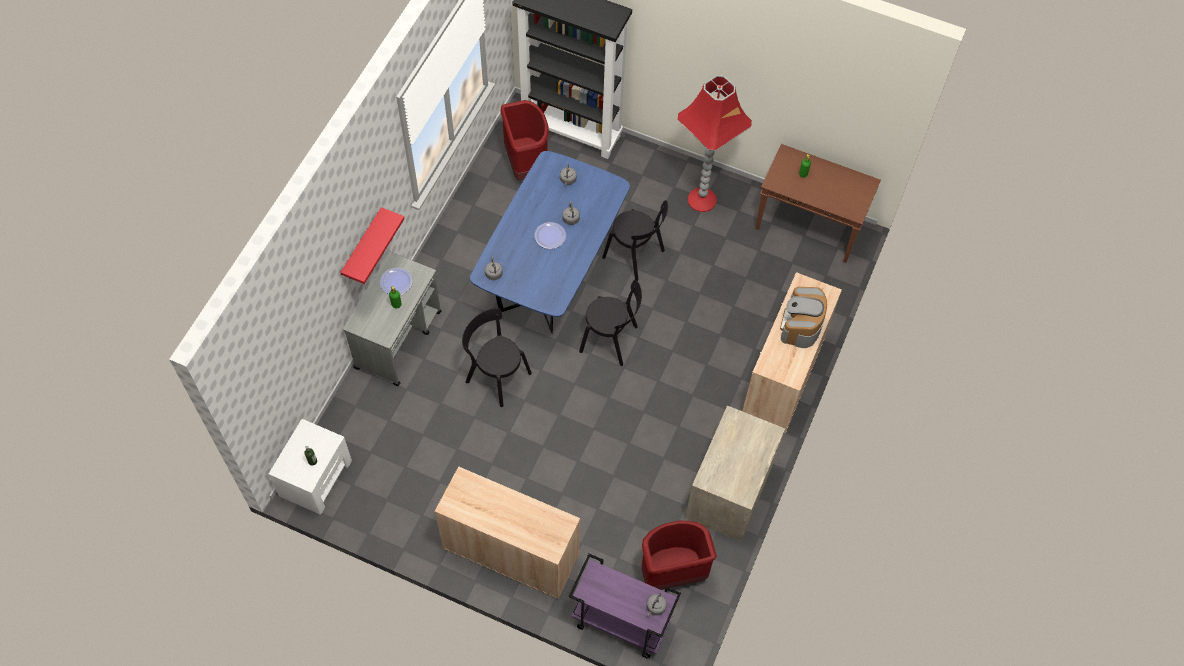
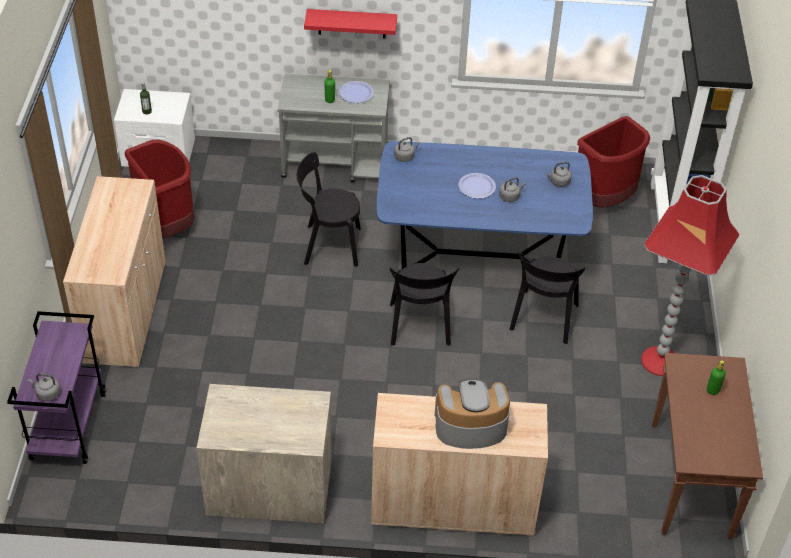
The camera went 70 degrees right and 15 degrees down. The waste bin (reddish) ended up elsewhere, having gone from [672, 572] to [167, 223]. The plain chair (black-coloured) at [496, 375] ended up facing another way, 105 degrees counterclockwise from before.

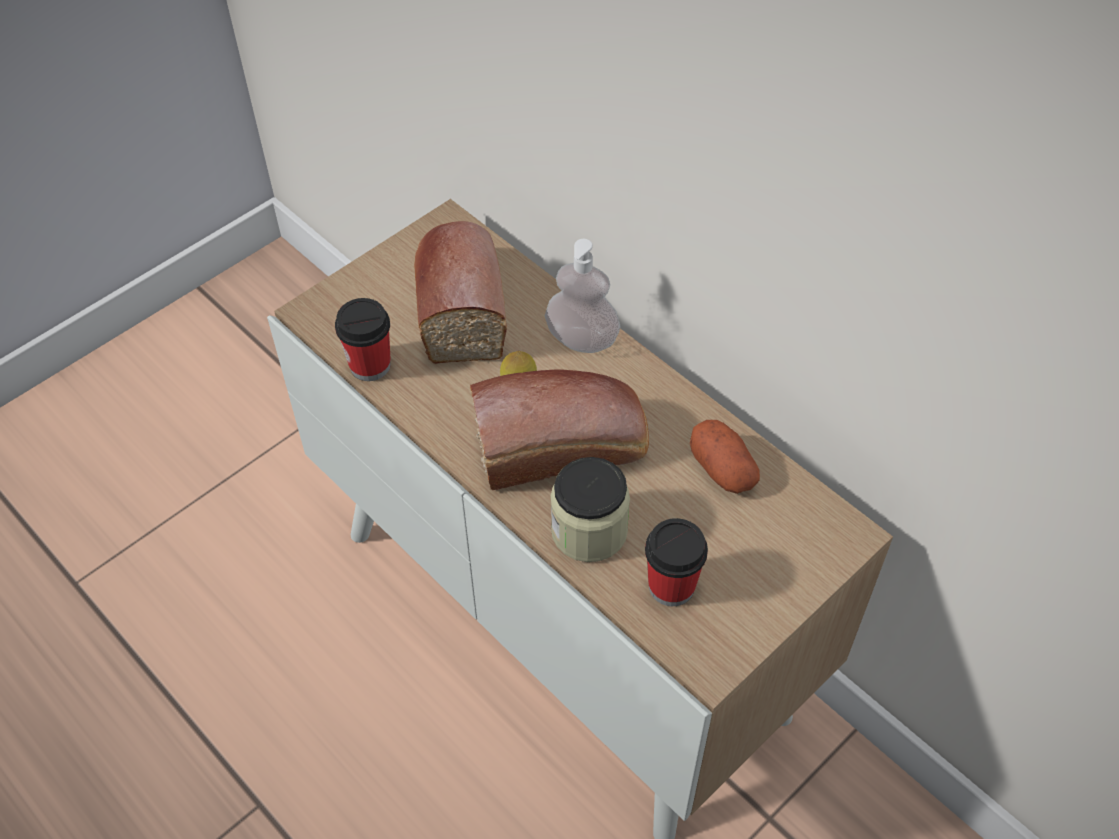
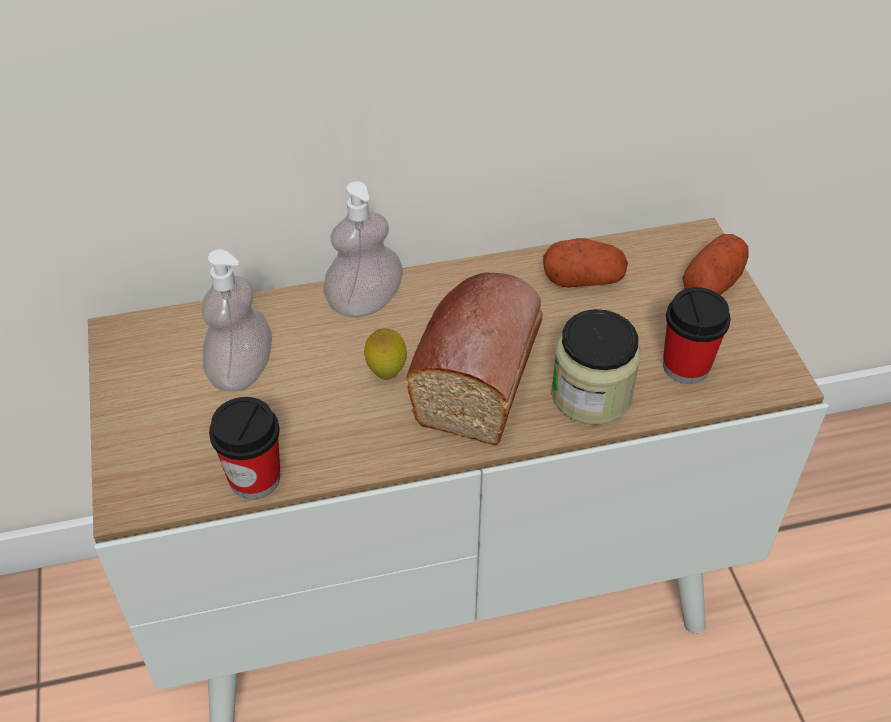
The camera went 60 degrees left and 5 degrees down. The second view gained the potato at [712, 283]. Where the bread stood at [460, 306], the soap bottle came to stand at [242, 371].

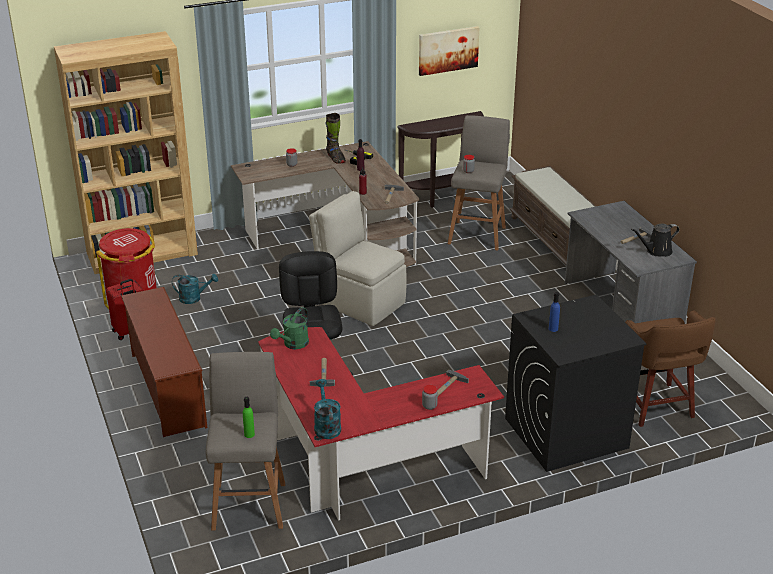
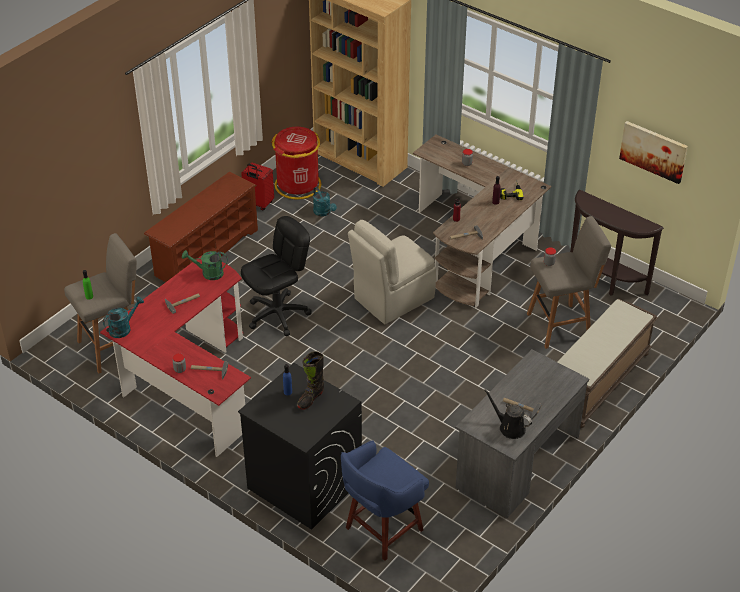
The camera went 60 degrees right and 10 degrees up. The tall boot (black-coloured) ended up elsewhere, having gone from [335, 158] to [310, 398]. What was the stool (brownish) at [656, 406] turned into the stool (blue) at [382, 530]. The plain chair (sand-coloured) at [360, 302] ended up facing another way, 135 degrees counterclockwise from before.

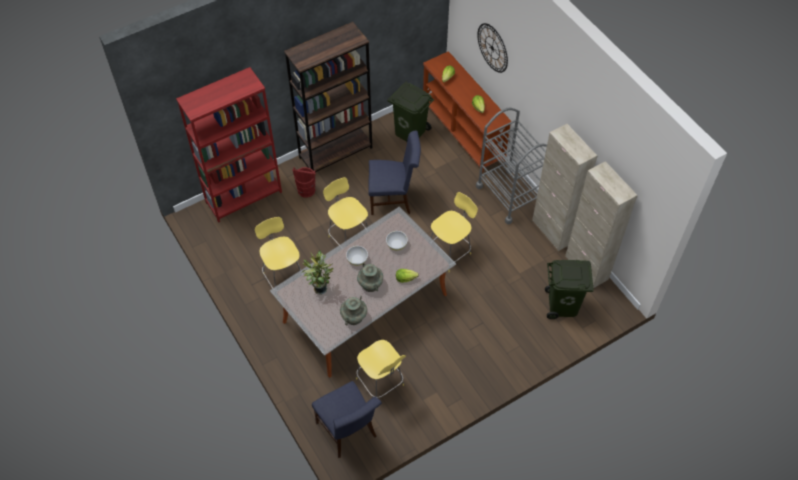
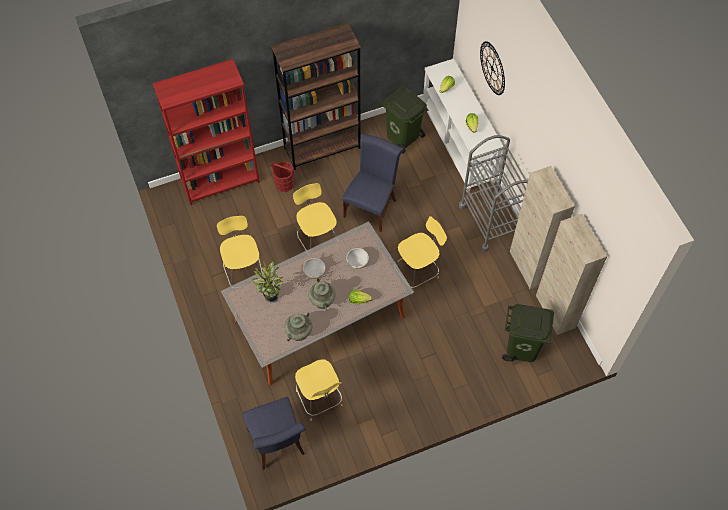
The camera went 10 degrees right and 5 degrees up. What was the hall table (brownish) at [463, 132] turned into the hall table (white) at [458, 144]. The plain chair (blue) at [394, 198] ended up facing another way, 75 degrees counterclockwise from before.

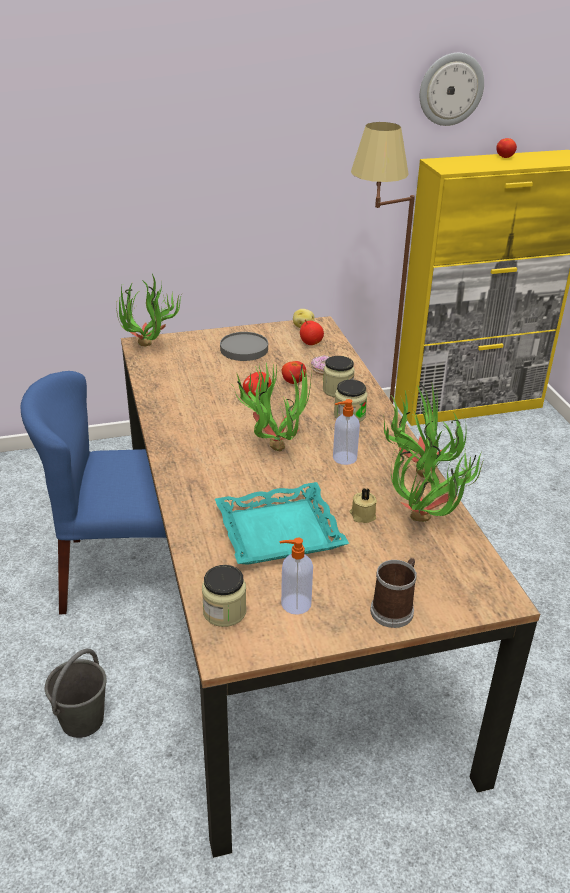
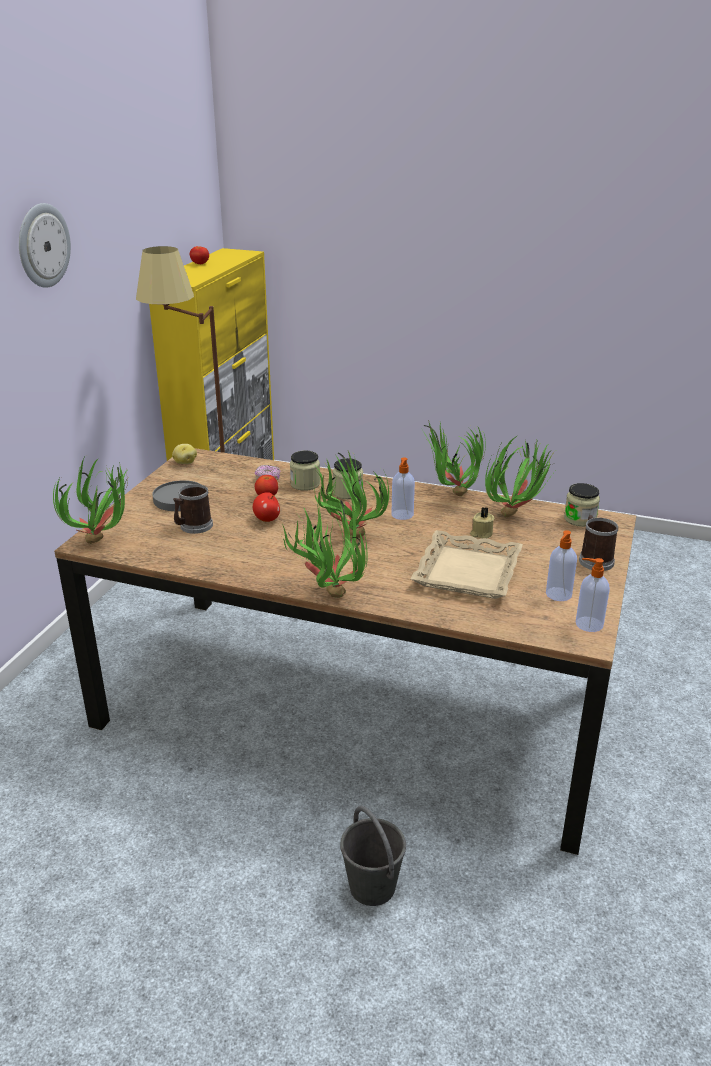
The camera went 55 degrees left and 5 degrees down. The second view lost the plain chair (blue) at [130, 572]. The second view lost the apple at [311, 343]. The second view gained the mug at [193, 527]. The second view gained the potted plant at [328, 592]. The second view gained the soap bottle at [588, 624]. The jar ended up elsewhere, having gone from [224, 611] to [580, 519]. The clock on the wall ended up elsewhere, having gone from [450, 89] to [42, 245]. What was the tray (turquoise) at [279, 531] turned into the tray (sand-coloured) at [466, 572].

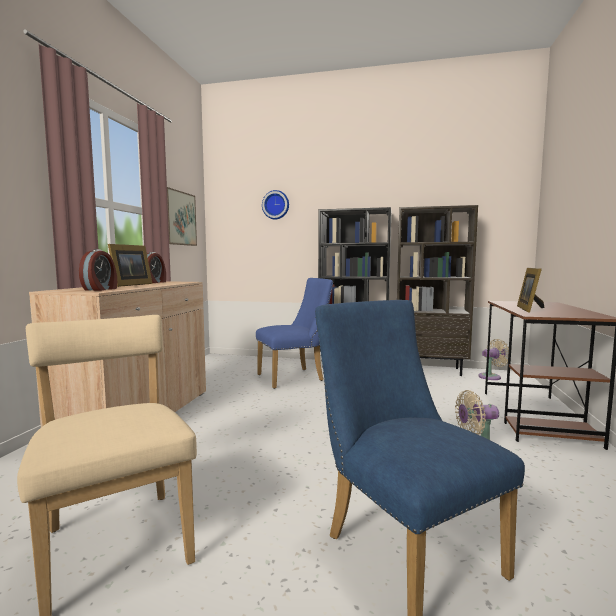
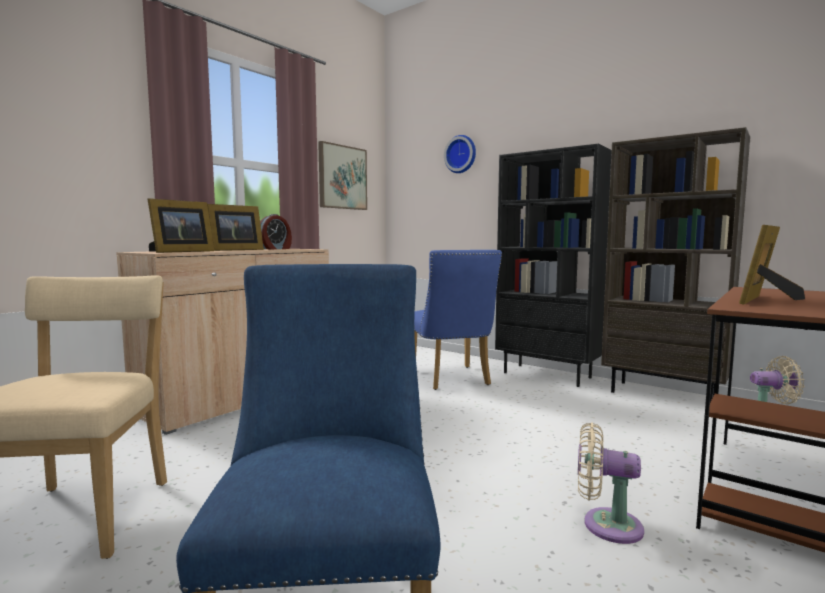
The camera went 25 degrees right and 0 degrees up. Where the alarm clock stood at [101, 289], the picture frame came to stand at [180, 251]. The plain chair (blue) at [295, 377] ended up facing another way, 75 degrees clockwise from before.

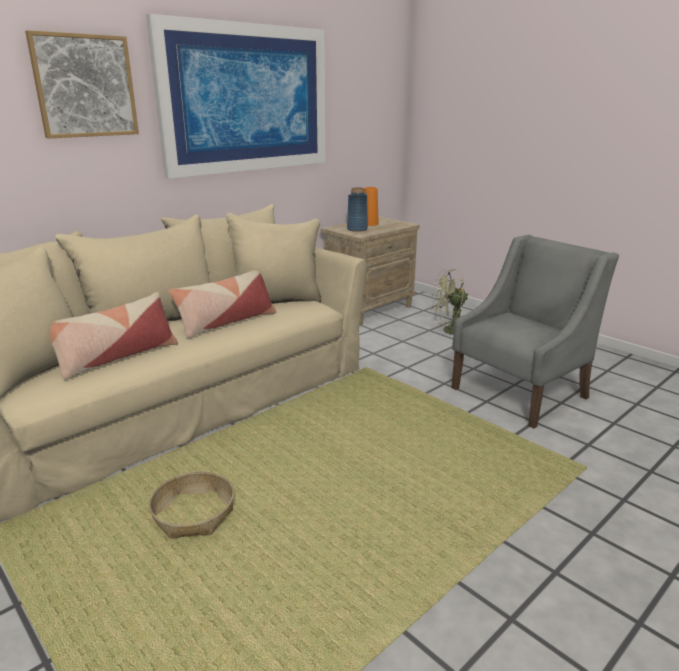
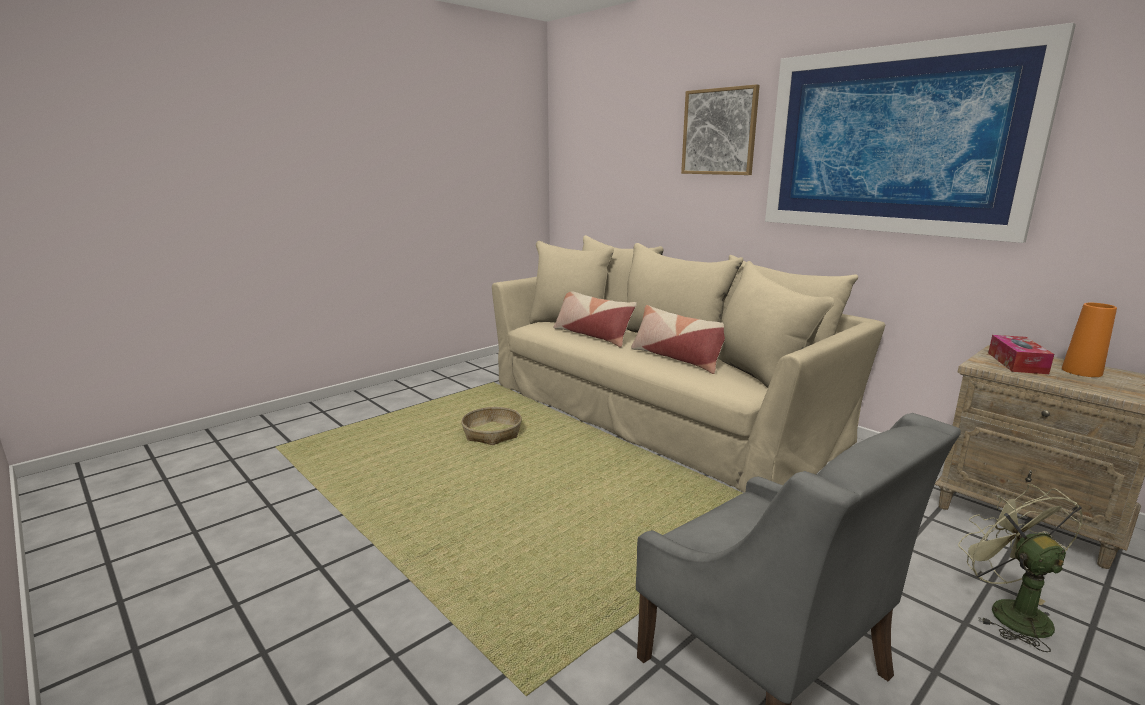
The camera went 90 degrees right and 5 degrees down. Where the vase (blue) stood at [357, 229], the box of tissues came to stand at [1017, 363].

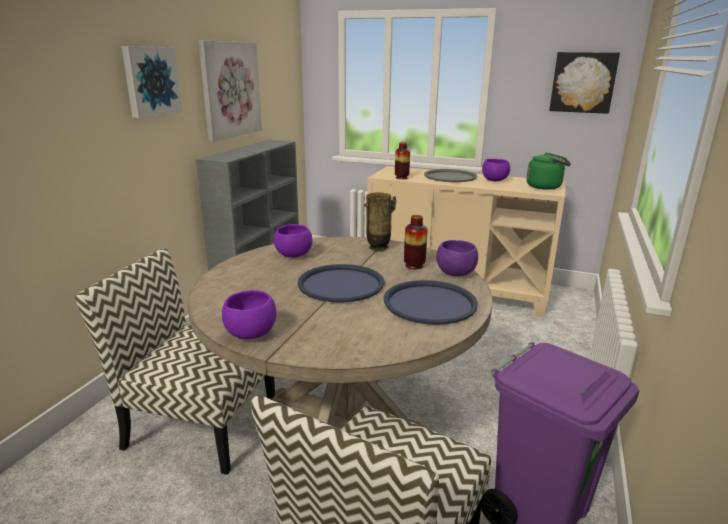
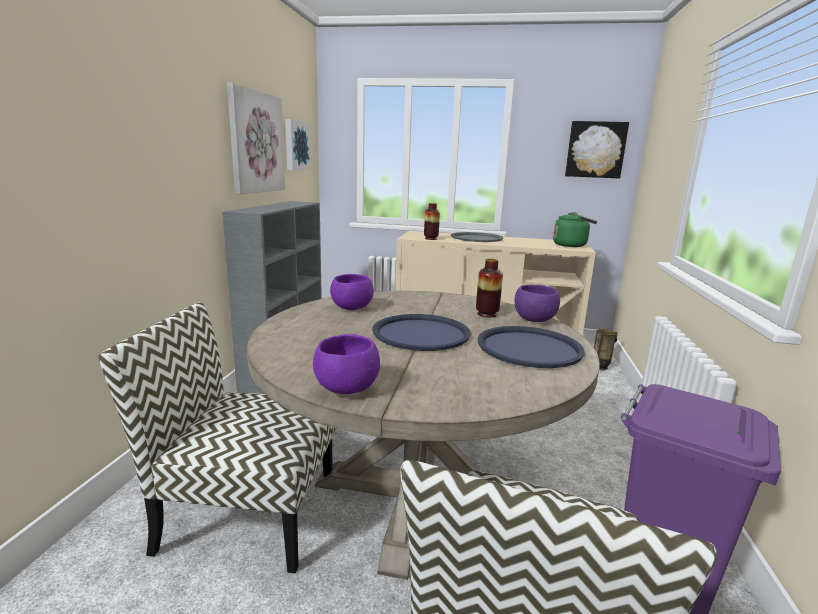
The camera went 10 degrees left and 5 degrees down. The second view lost the serving bowl (purple-coloured) at [494, 180]. The picture ended up elsewhere, having gone from [150, 81] to [296, 145]. The vase ended up elsewhere, having gone from [378, 248] to [600, 367].

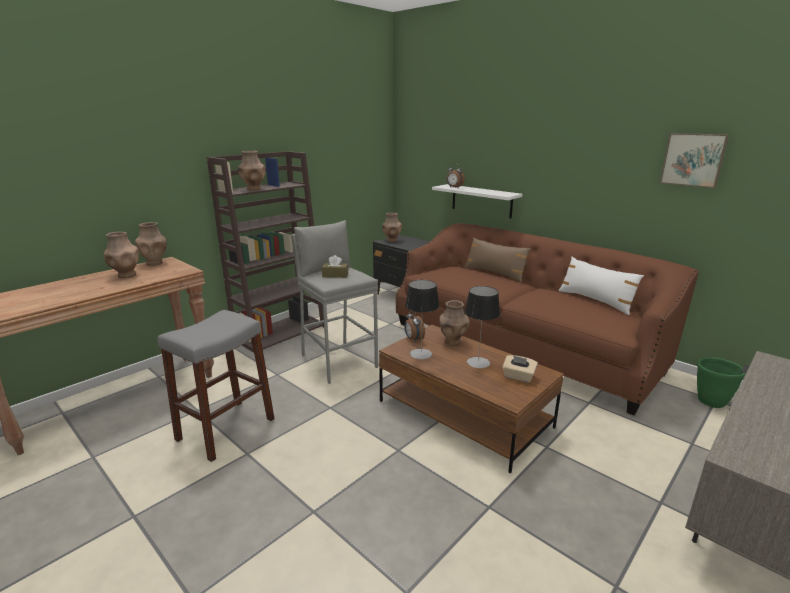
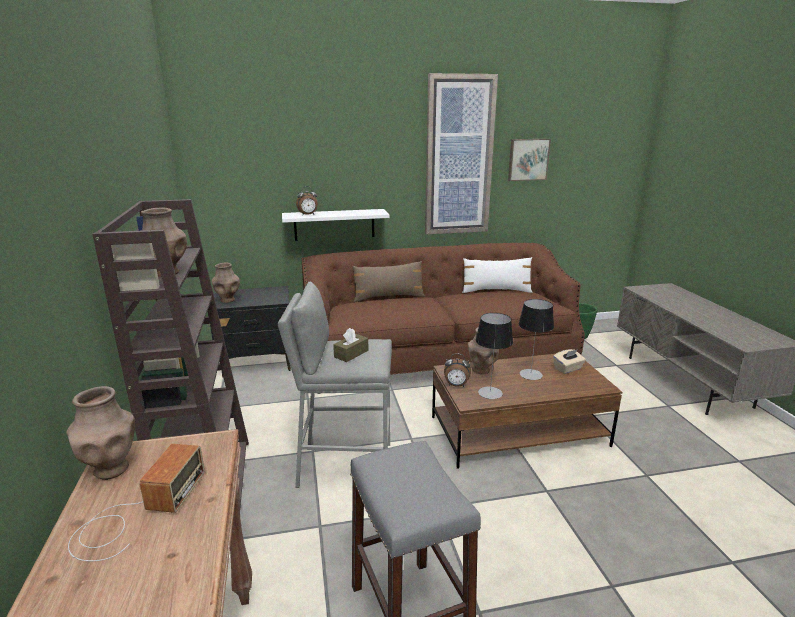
The camera went 55 degrees left and 0 degrees up. The second view gained the picture at [459, 157]. Where the vase (brownish) stood at [126, 275], the radio set came to stand at [137, 513].

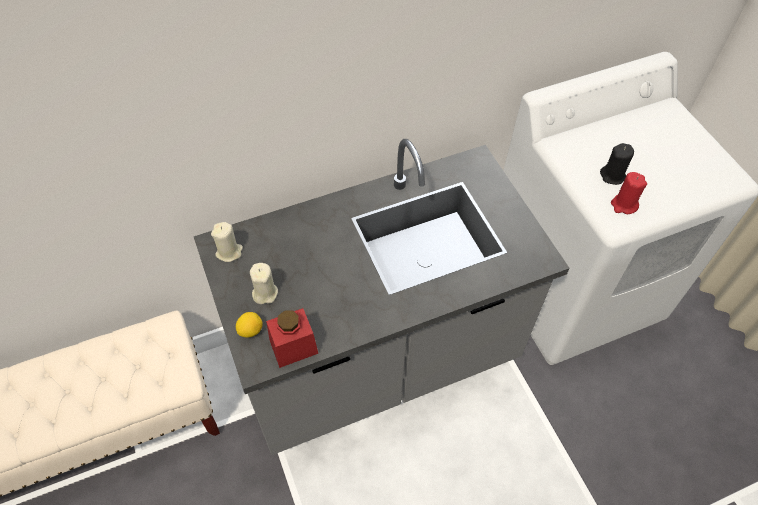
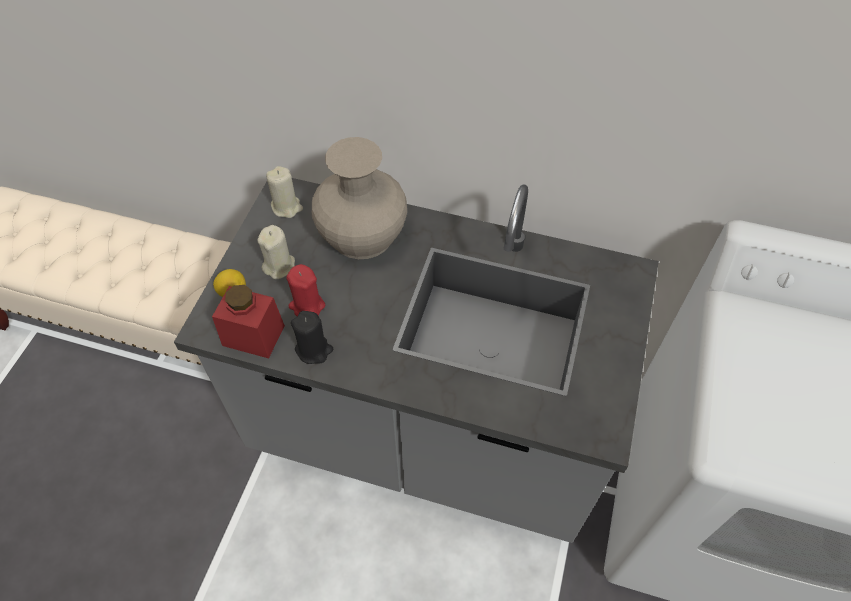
The camera went 40 degrees right and 0 degrees up. The second view gained the vase (sand-coloured) at [362, 234]. The wax candle (black-coloured) ended up elsewhere, having gone from [613, 176] to [314, 350]. The wax candle (reddish) ended up elsewhere, having gone from [623, 205] to [307, 306].

